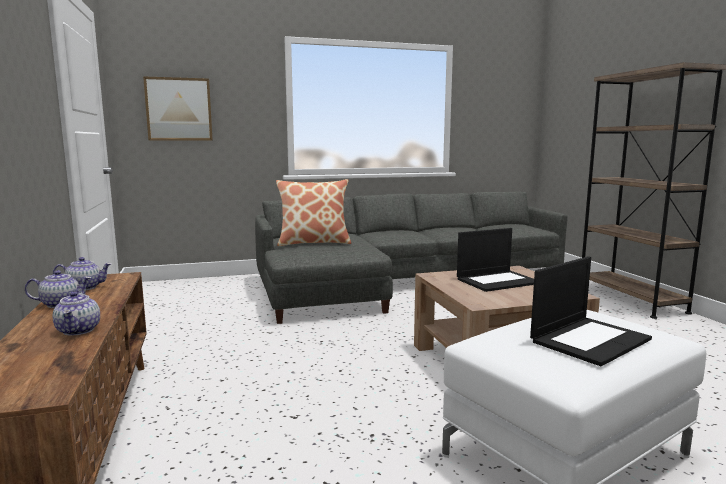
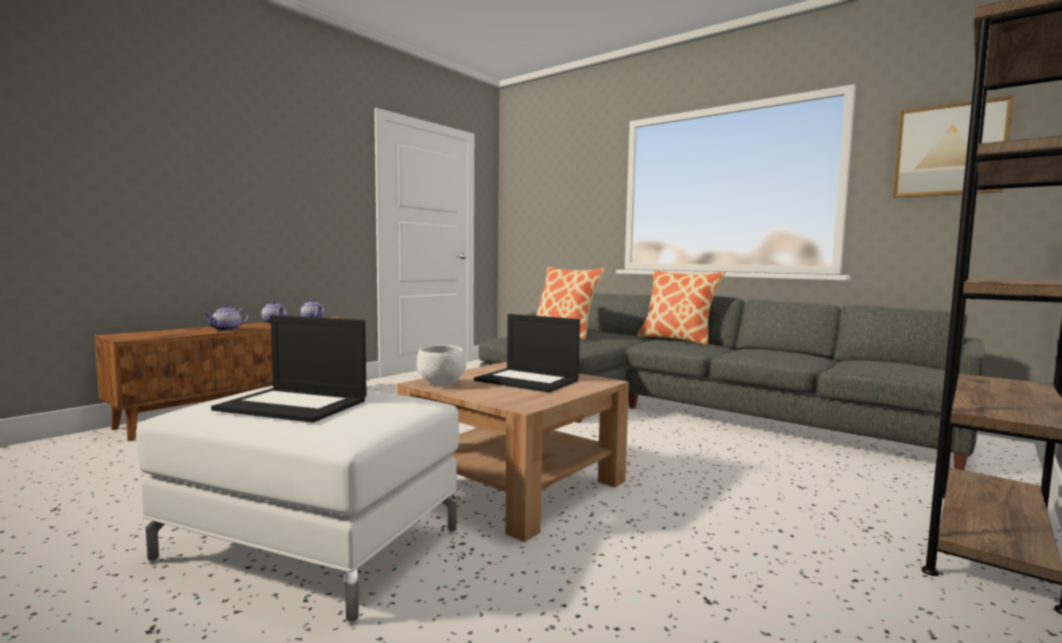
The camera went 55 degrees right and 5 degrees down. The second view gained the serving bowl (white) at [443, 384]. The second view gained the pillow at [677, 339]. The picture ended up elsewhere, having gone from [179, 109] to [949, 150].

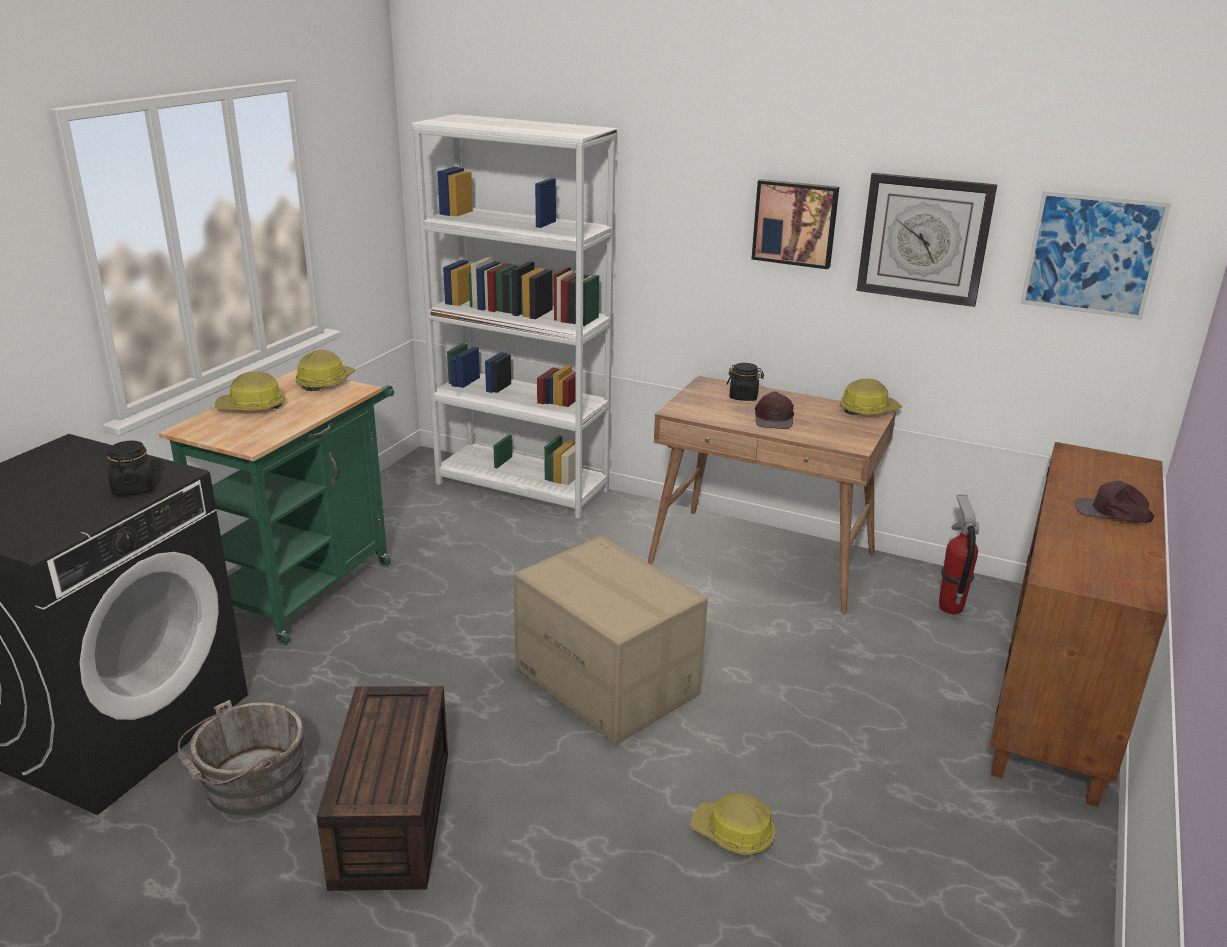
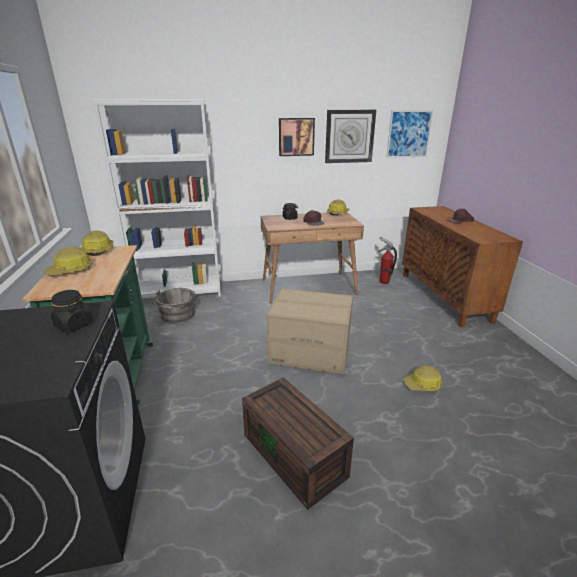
The camera went 35 degrees left and 0 degrees up. The water bucket (greyish) ended up elsewhere, having gone from [249, 785] to [177, 315].

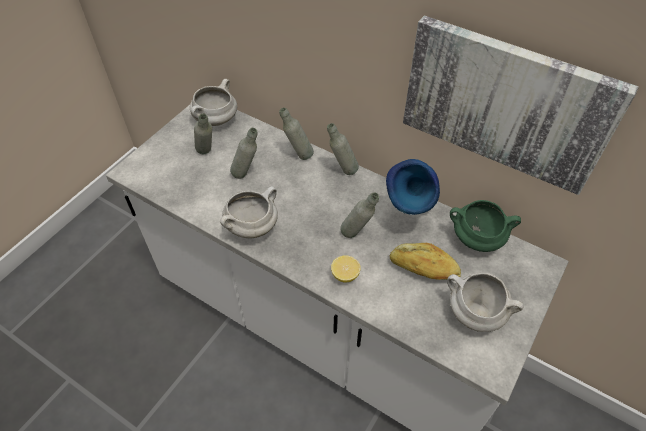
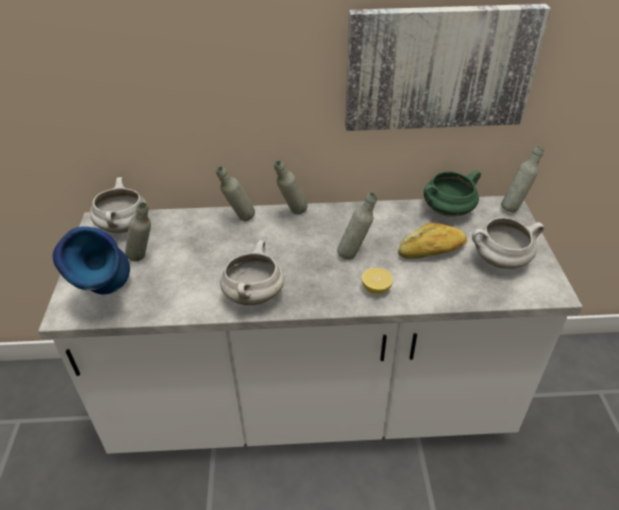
The camera went 35 degrees left and 10 degrees down. The bottle (greyish) ended up elsewhere, having gone from [247, 175] to [514, 207]. The vase (blue) ended up elsewhere, having gone from [409, 215] to [108, 297].

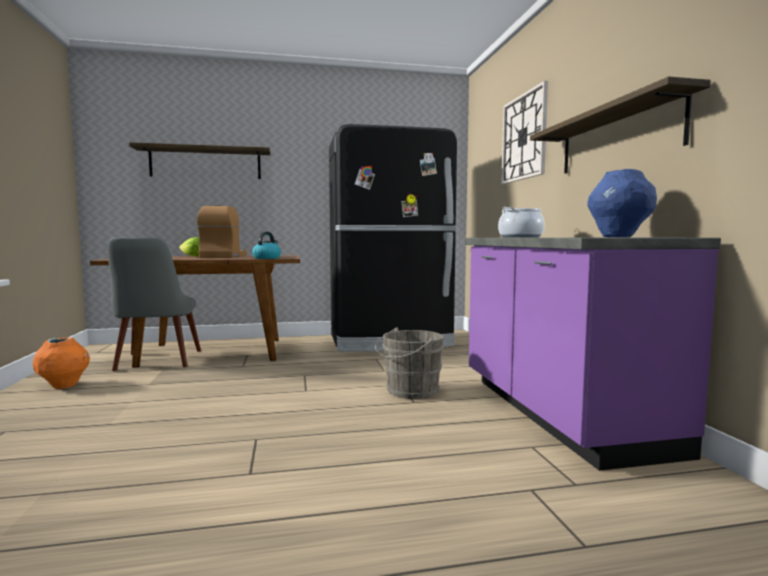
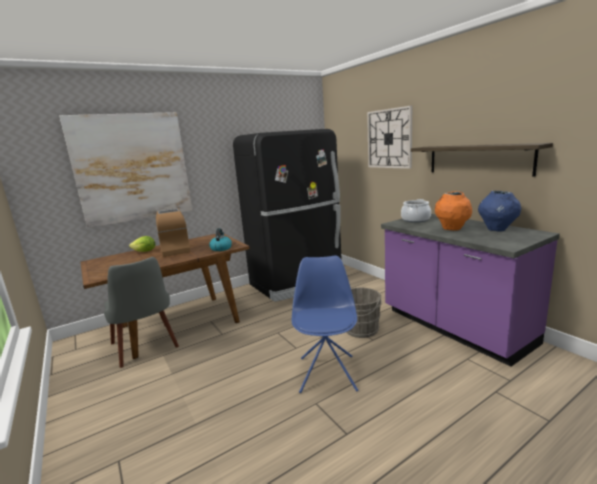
The camera went 20 degrees left and 10 degrees up. The second view gained the plain chair (blue) at [327, 372]. The vase (orangey) ended up elsewhere, having gone from [64, 386] to [452, 229]. Where the shelf hung at [206, 163], the picture came to hang at [132, 168].

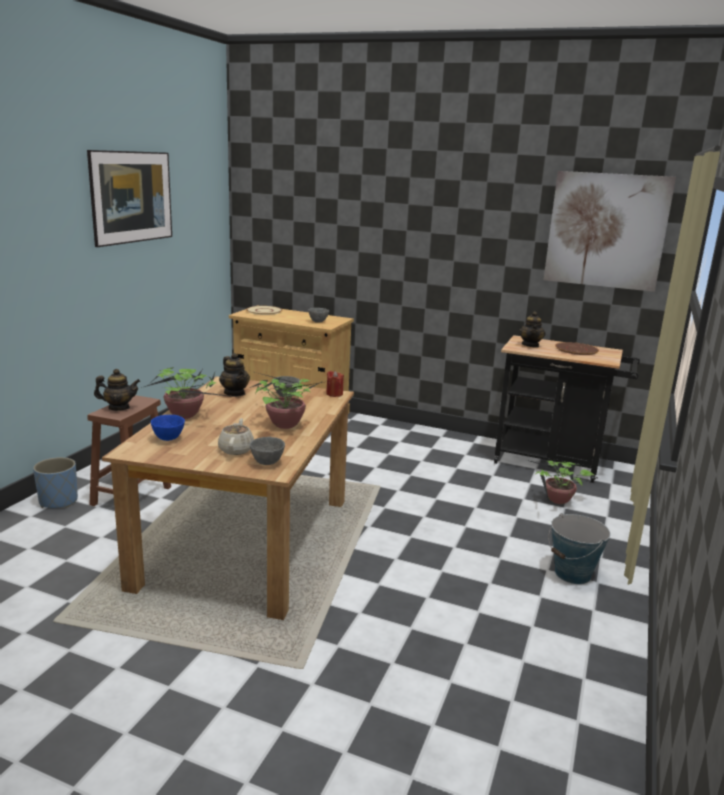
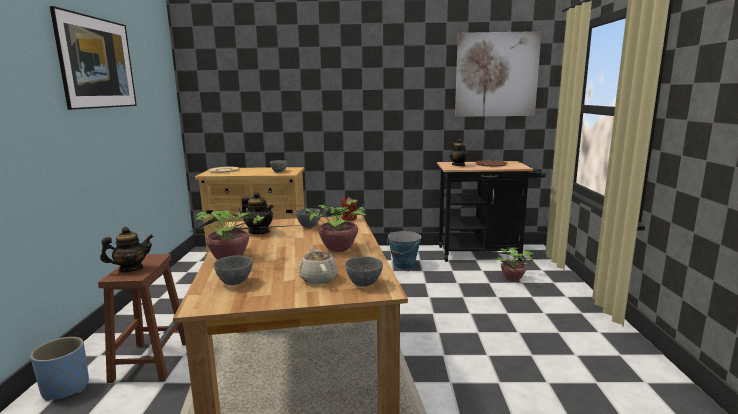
The camera went 20 degrees left and 5 degrees down. The water bucket ended up elsewhere, having gone from [573, 574] to [404, 265]. What was the serving bowl (blue) at [169, 438] turned into the serving bowl (greyish) at [235, 282].

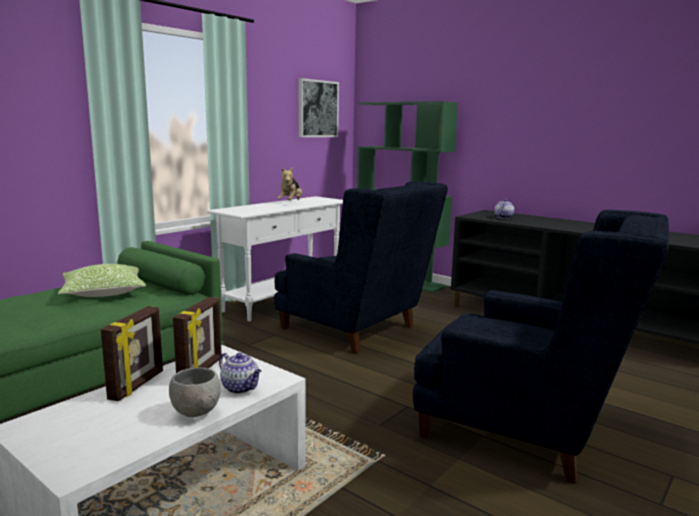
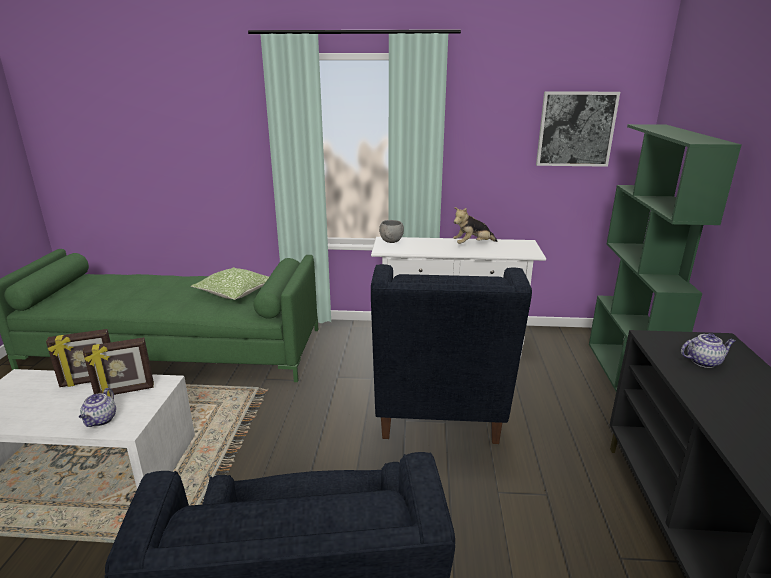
The camera went 55 degrees right and 10 degrees up. The serving bowl (greyish) ended up elsewhere, having gone from [196, 414] to [391, 242].

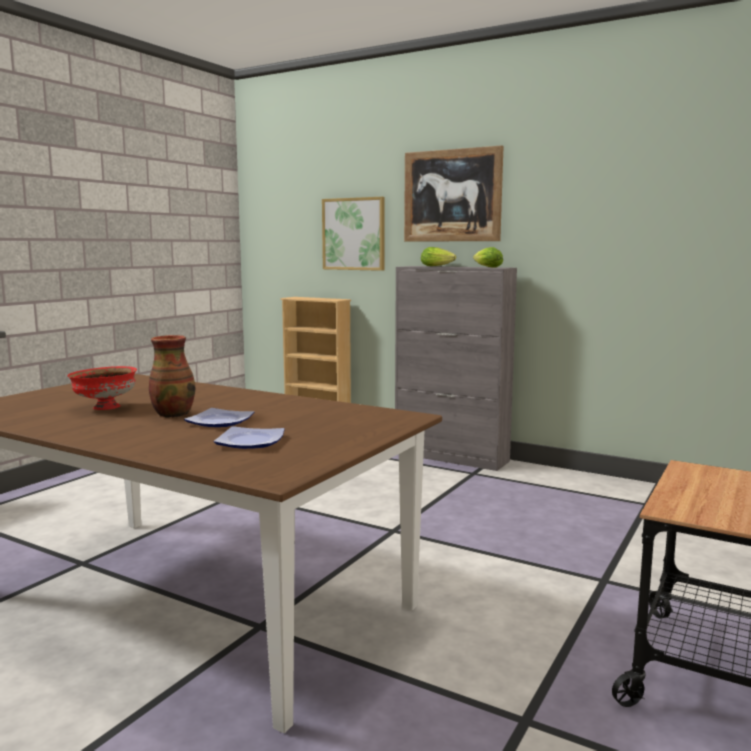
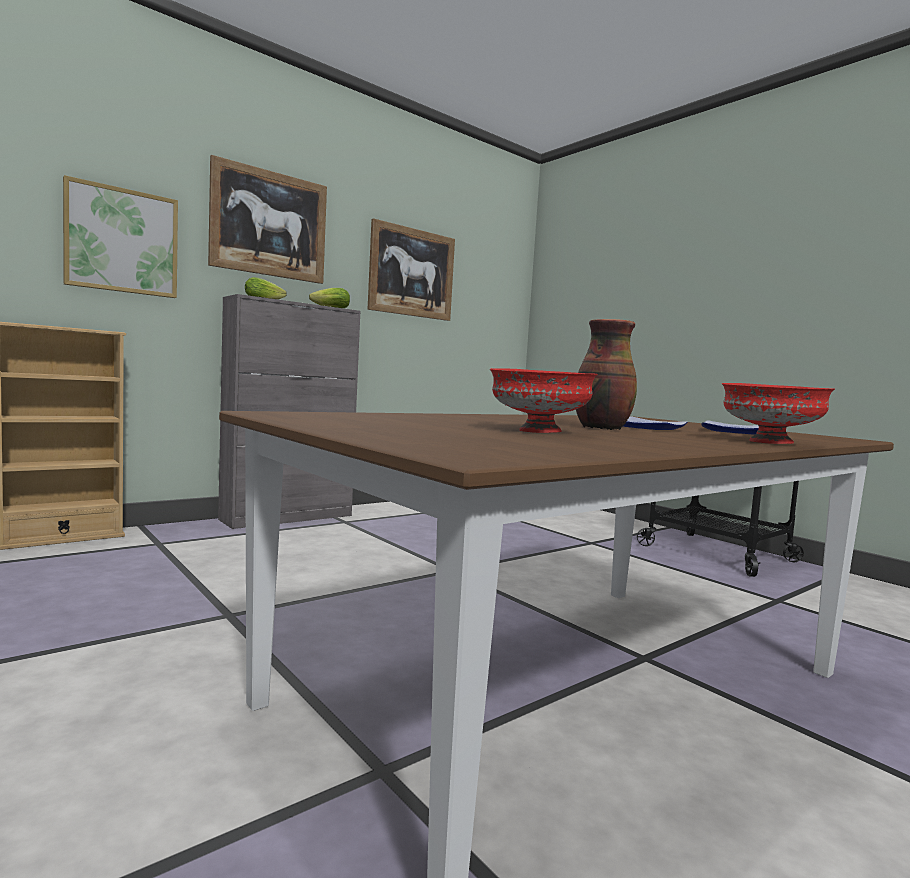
The camera went 70 degrees left and 5 degrees down. The second view gained the picture at [412, 272]. The second view gained the serving bowl (reddish) at [771, 442].

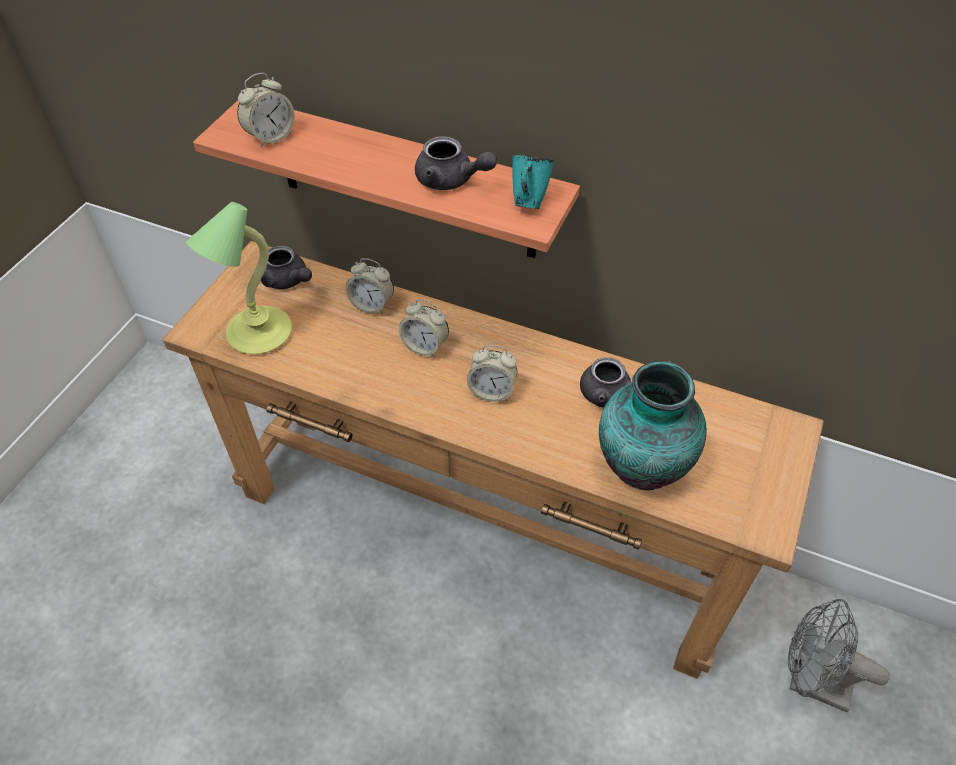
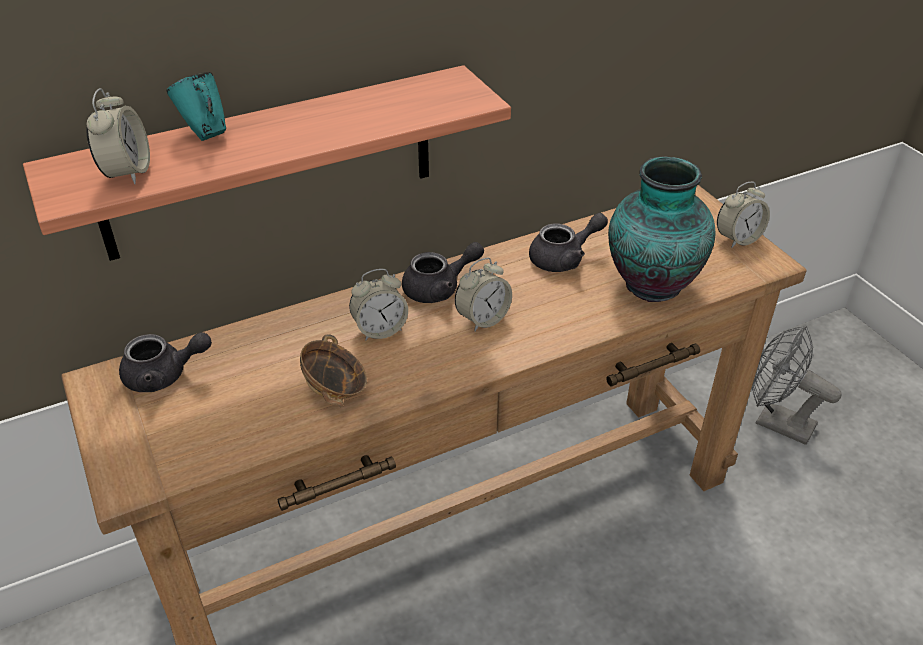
The camera went 50 degrees left and 10 degrees down. The second view lost the tabletop lamp at [256, 333]. The second view gained the serving bowl at [336, 389]. The alarm clock ended up elsewhere, having gone from [372, 305] to [738, 239]. The tea pot (greyish) ended up elsewhere, having gone from [451, 180] to [439, 288]. The mug (turquoise) ended up elsewhere, having gone from [528, 202] to [205, 134]. The fan (greyish) at [809, 682] ended up facing another way, 60 degrees clockwise from before.

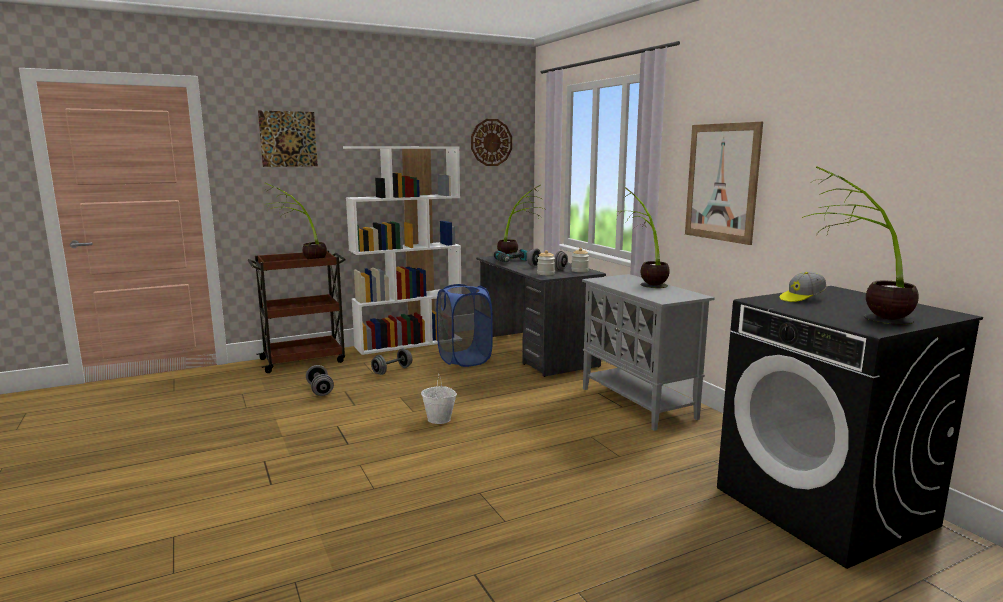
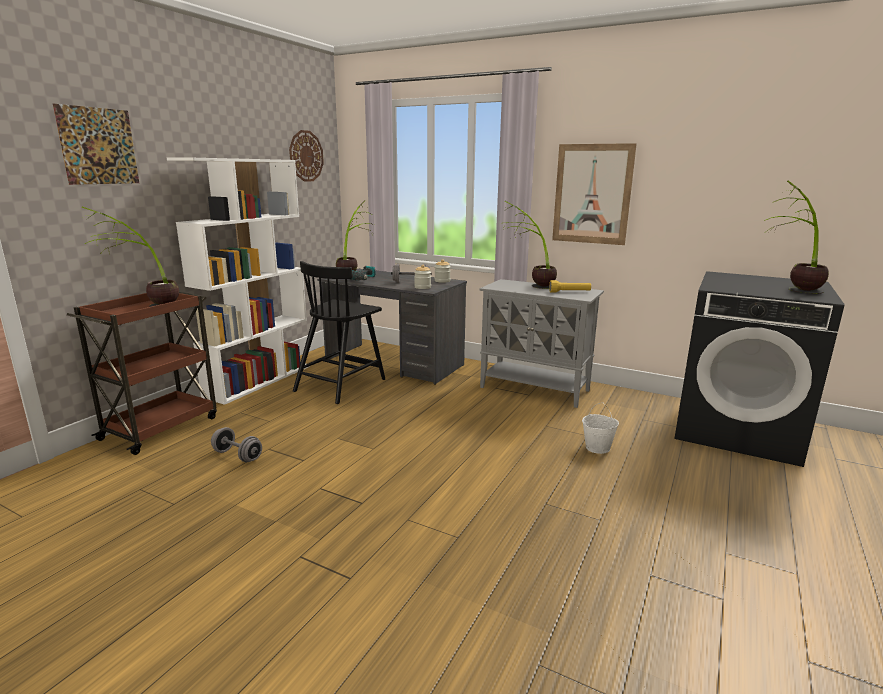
The camera went 35 degrees left and 5 degrees up. The second view lost the dumbbell (greyish) at [392, 370]. The second view lost the cap at [801, 298]. The second view gained the flashlight (yellowish) at [569, 292]. The water bucket (white) ended up elsewhere, having gone from [439, 419] to [598, 448]. Where the laundry basket (blue) stood at [464, 359], the plain chair (black-coloured) came to stand at [341, 384].

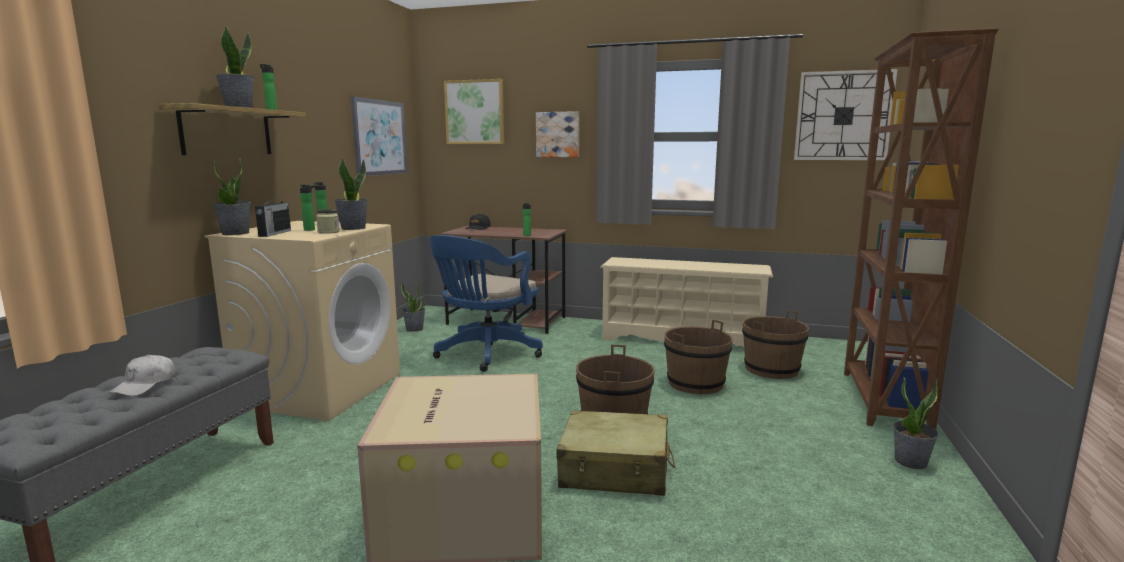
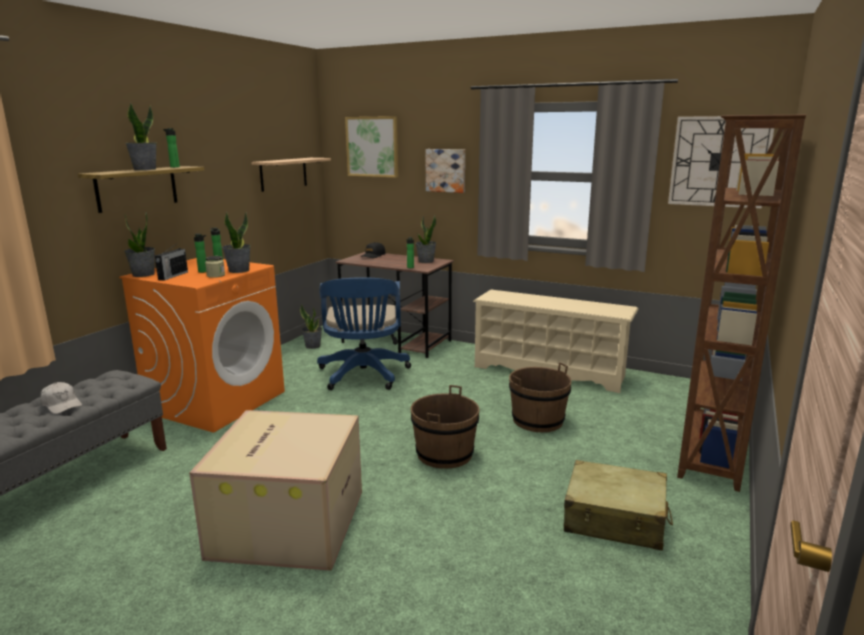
The camera went 10 degrees right and 5 degrees up. The second view lost the water bucket (brownish) at [771, 369]. The travel case (sand-coloured) ended up elsewhere, having gone from [615, 470] to [615, 519]. The potted plant ended up elsewhere, having gone from [911, 462] to [426, 261]. Where the picture hung at [379, 137], the shelf came to hang at [283, 174]. What was the washing machine (sand-coloured) at [320, 388] turned into the washing machine (orangey) at [217, 401]. The cap (white) at [145, 385] ended up facing another way, 75 degrees counterclockwise from before. The office chair (blue) at [485, 354] ended up facing another way, 45 degrees counterclockwise from before.

